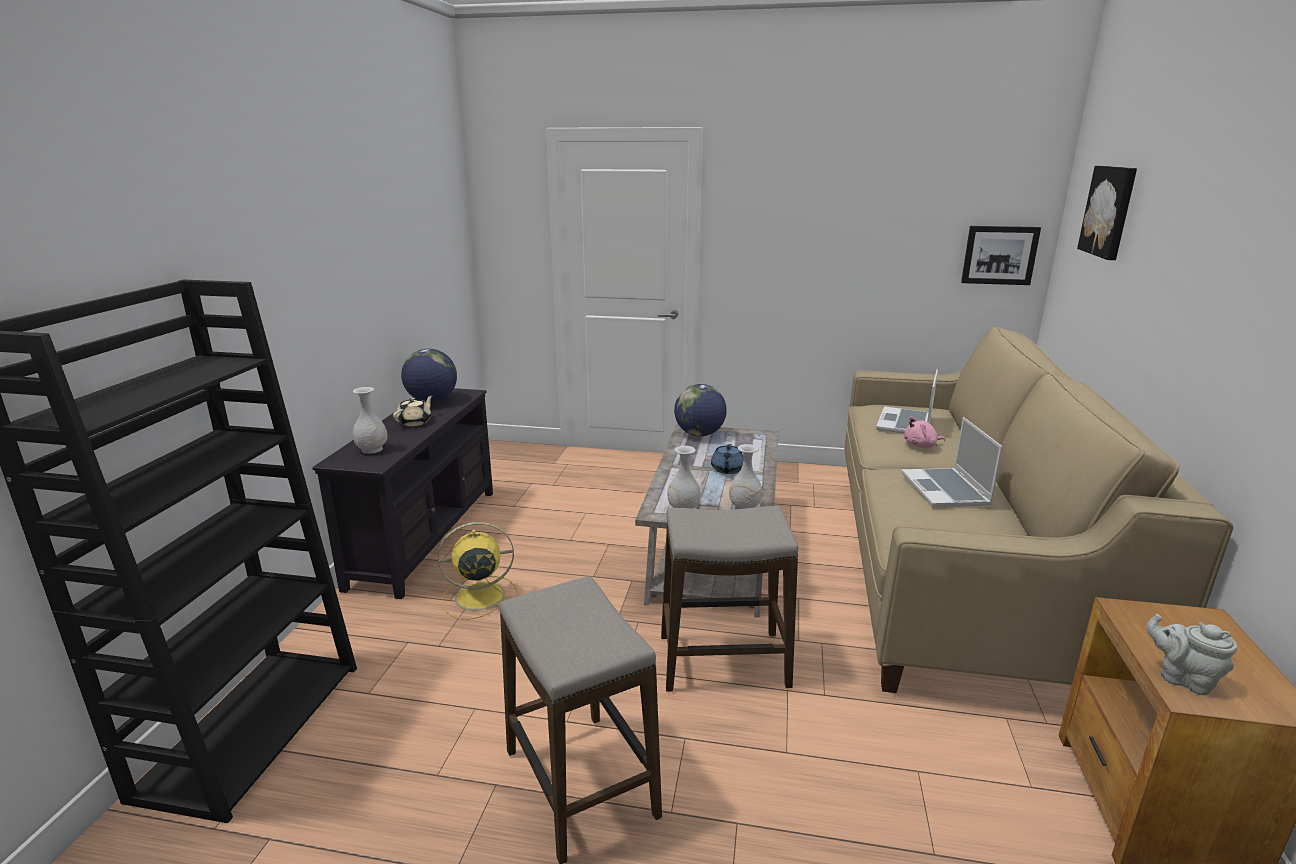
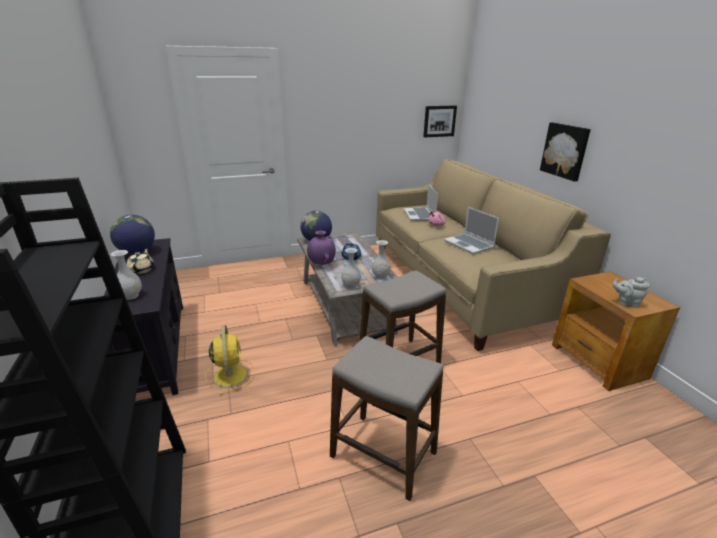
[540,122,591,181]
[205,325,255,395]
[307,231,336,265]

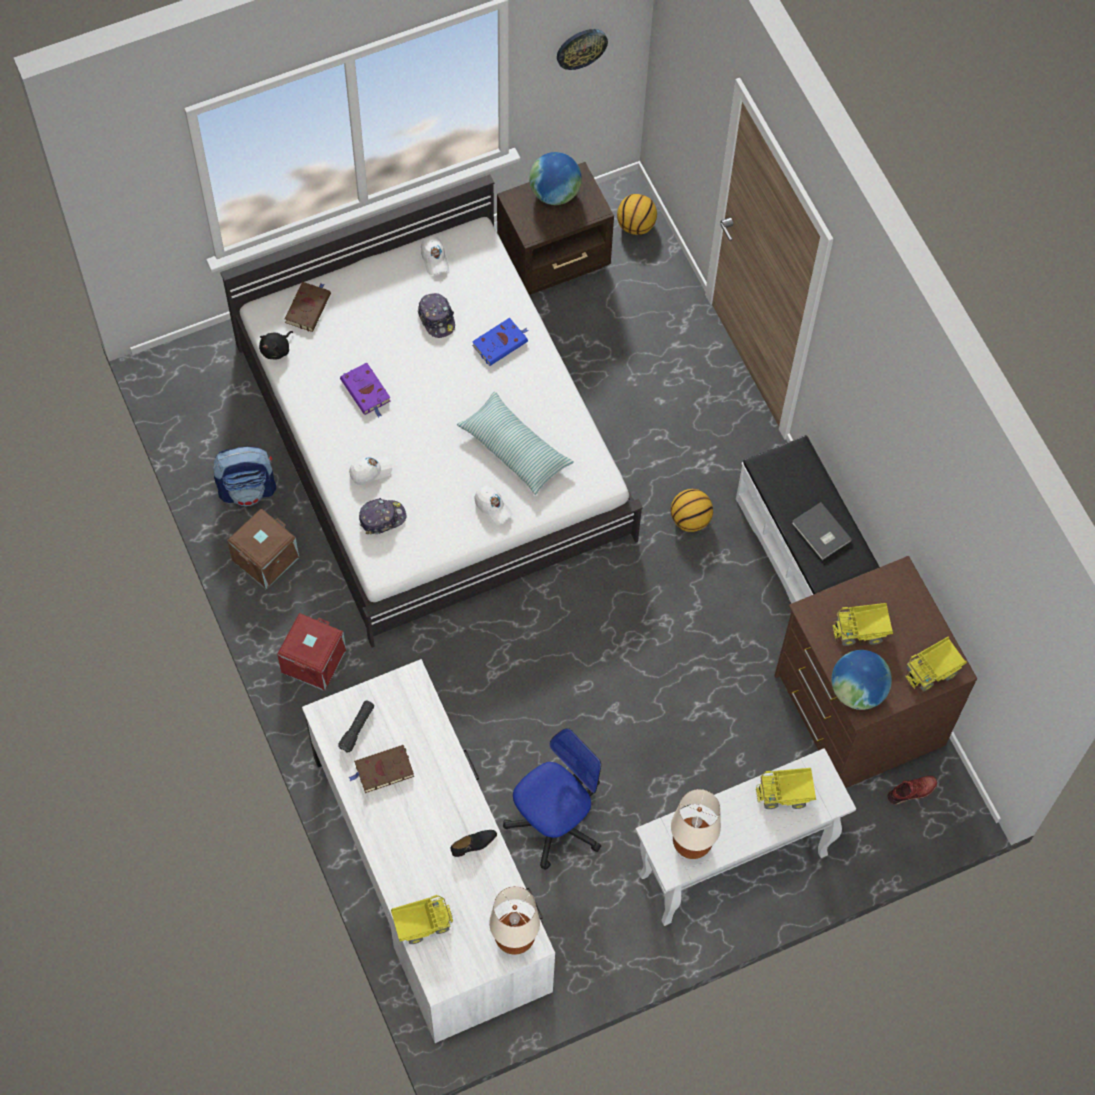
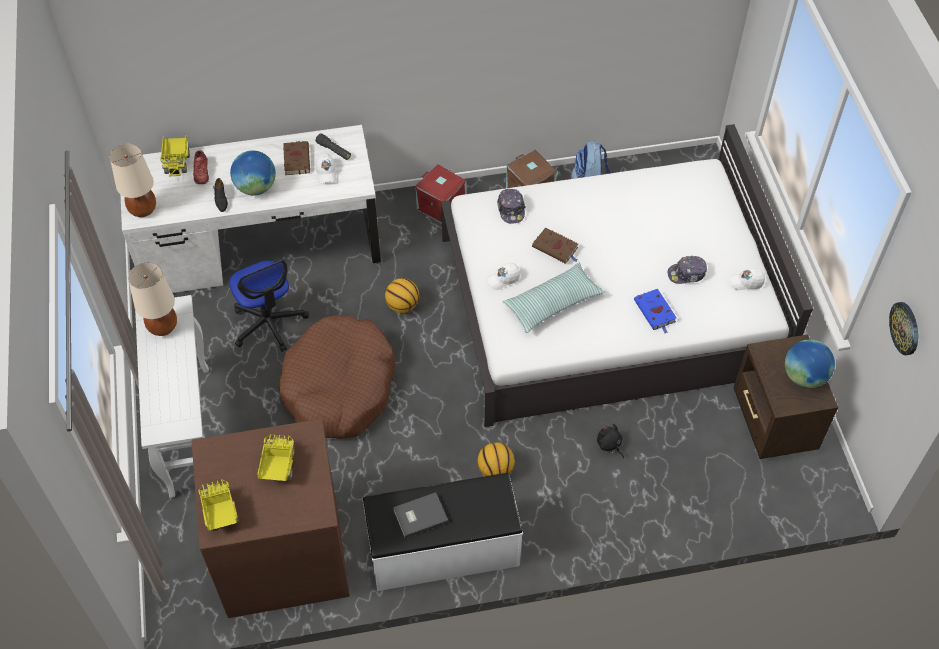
[385,278,419,313]
[532,227,578,264]
[597,423,624,458]
[340,363,391,418] (first image)
[315,154,337,184]
[230,150,276,195]
[756,768,816,809] (first image)
[193,150,209,184]
[279,315,396,439]

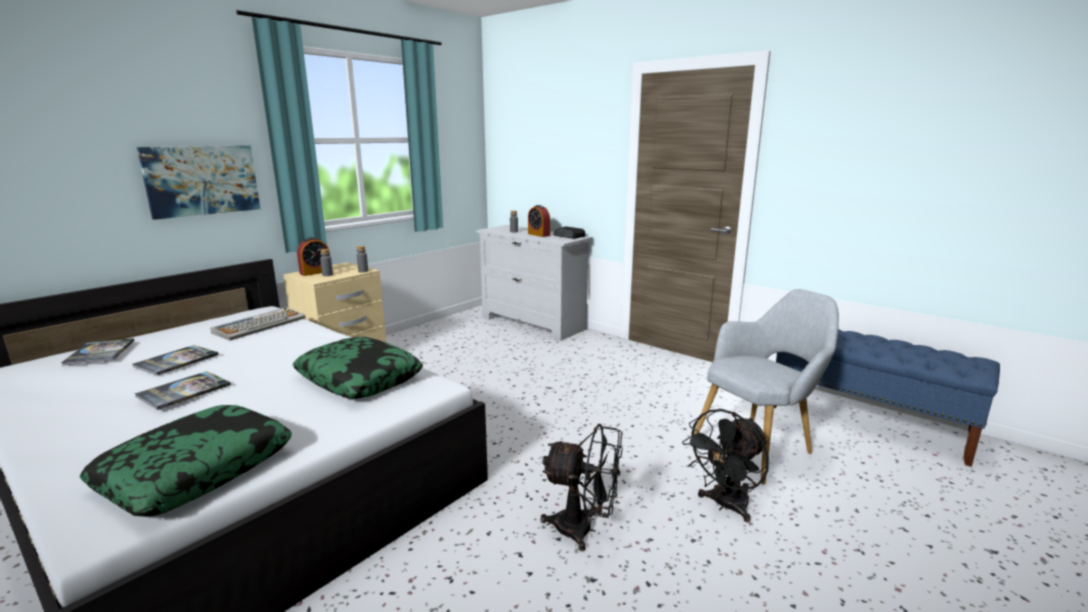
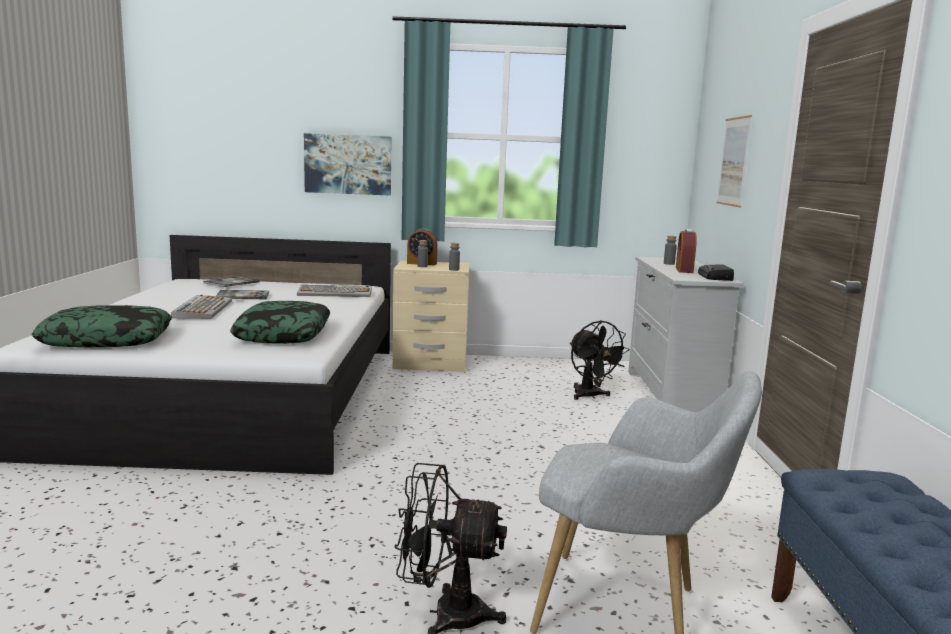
[171,295,232,319]
[570,320,630,400]
[716,115,752,207]

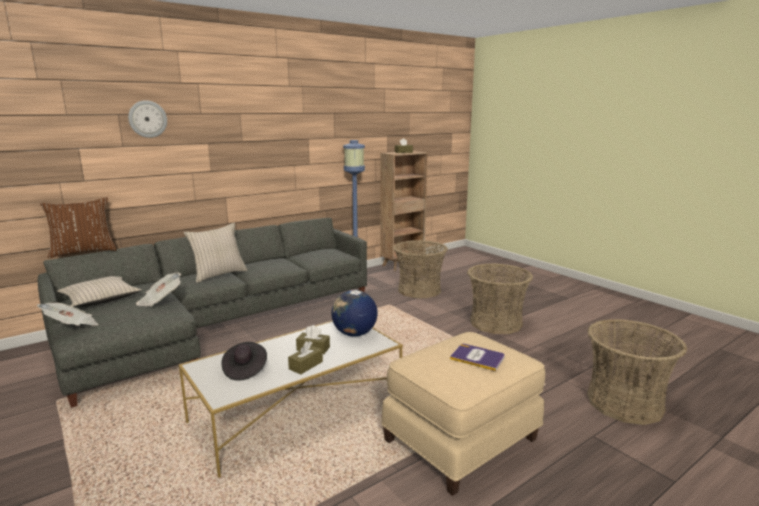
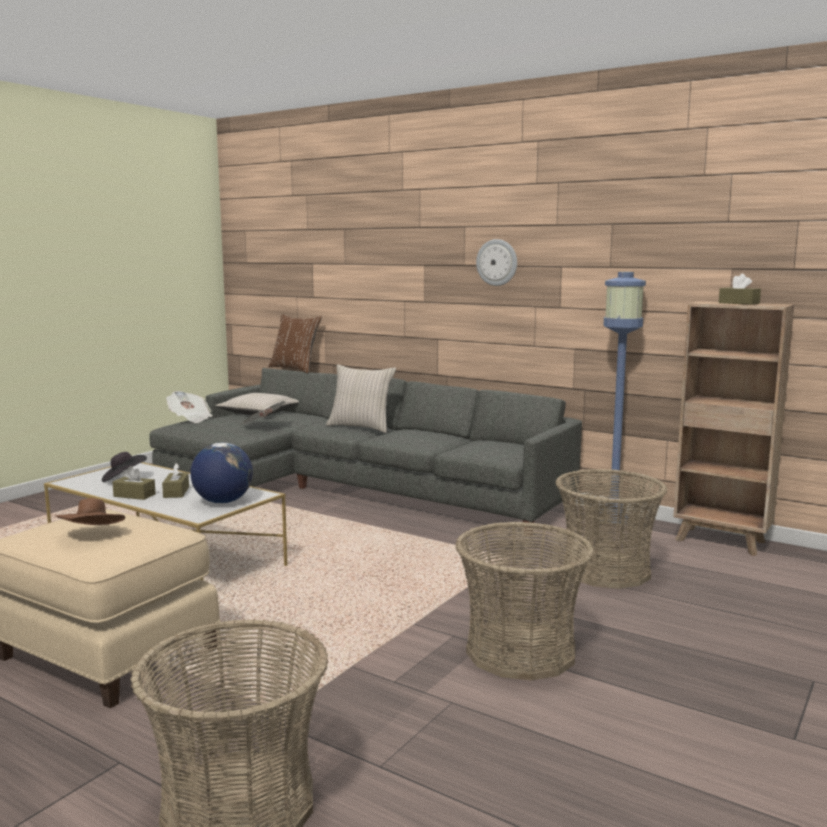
[476,239,517,286]
[55,498,125,525]

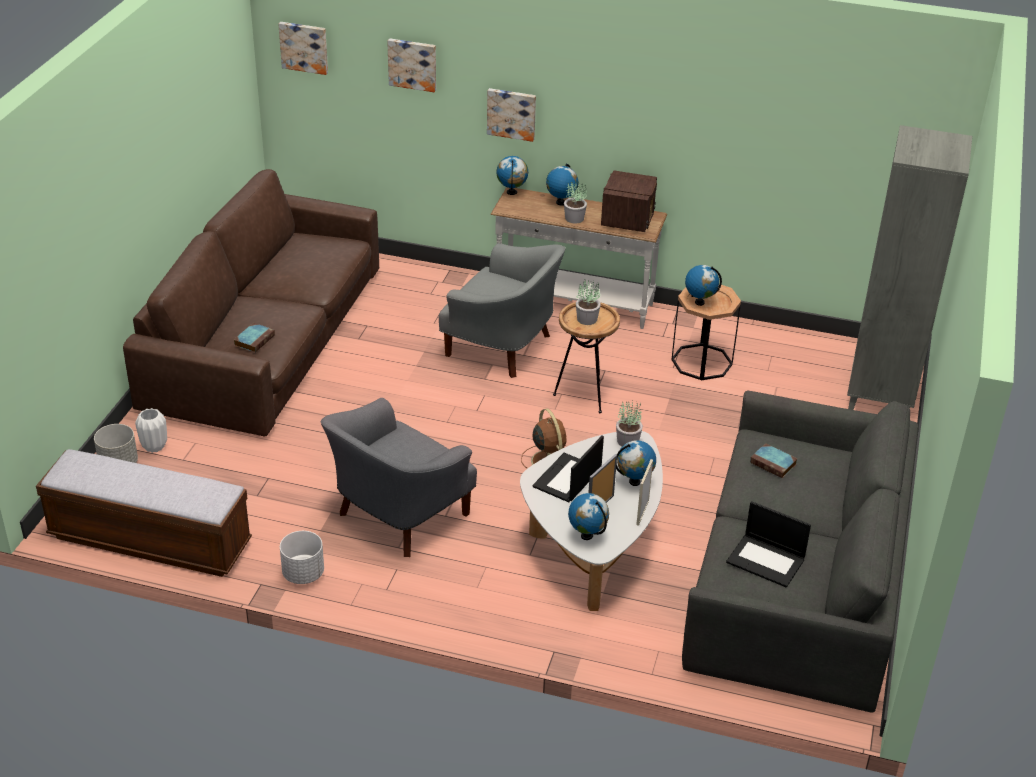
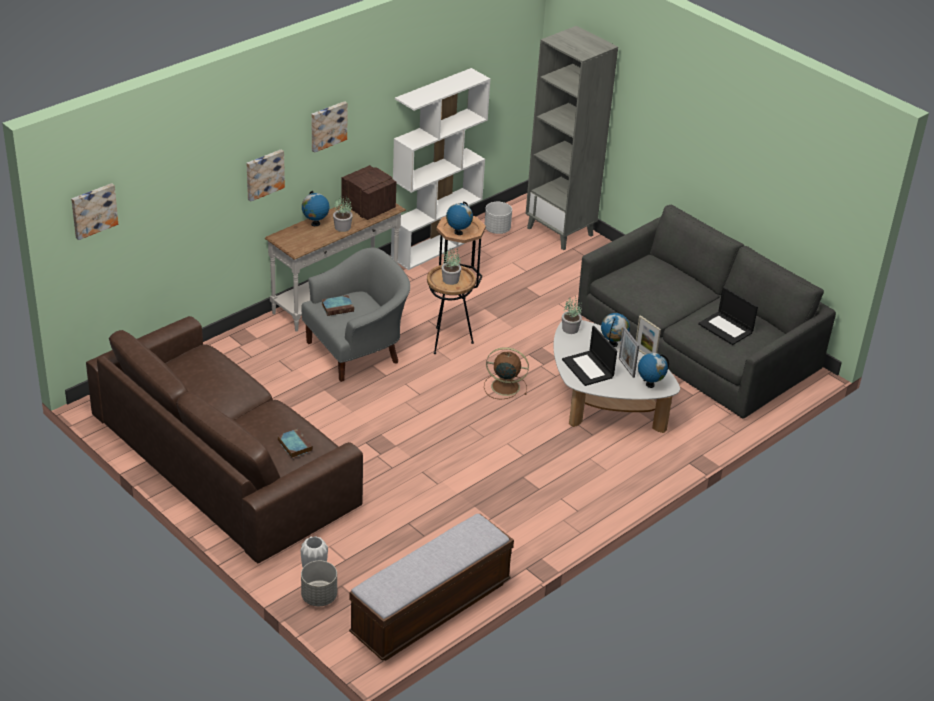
[311,101,348,153]
[496,156,528,195] (first image)
[321,398,477,557] (first image)
[322,295,354,316]
[698,287,758,345]
[485,202,512,234]
[391,68,491,270]

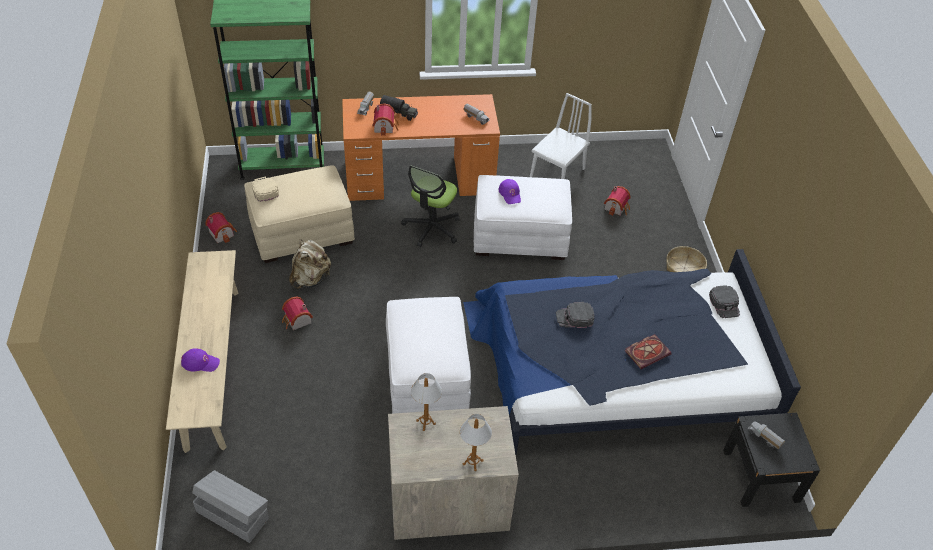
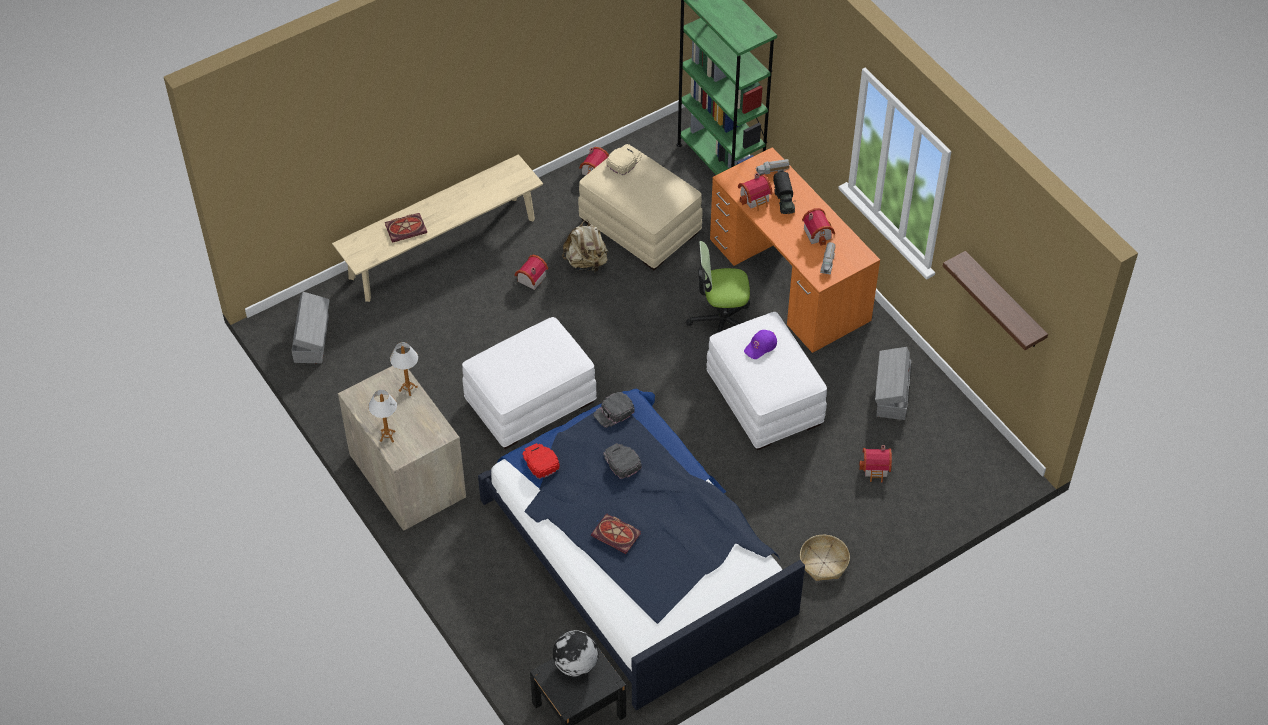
[875,347,911,420]
[593,392,635,428]
[385,213,427,243]
[553,630,599,677]
[802,208,835,246]
[943,251,1048,350]
[522,443,560,479]

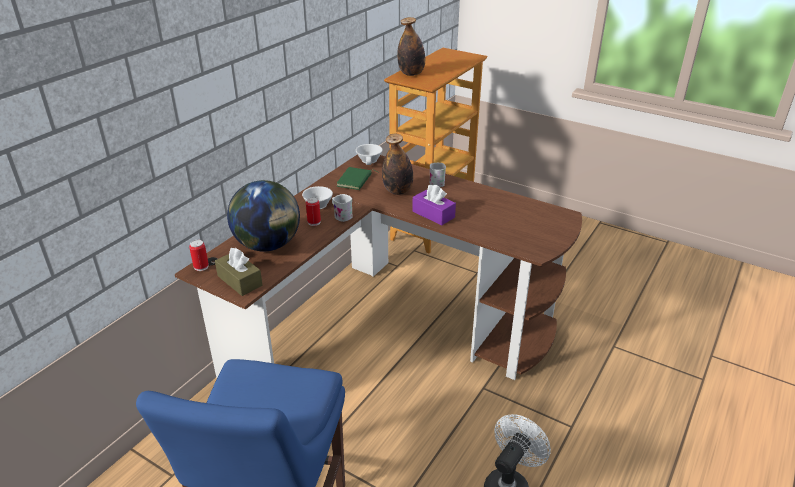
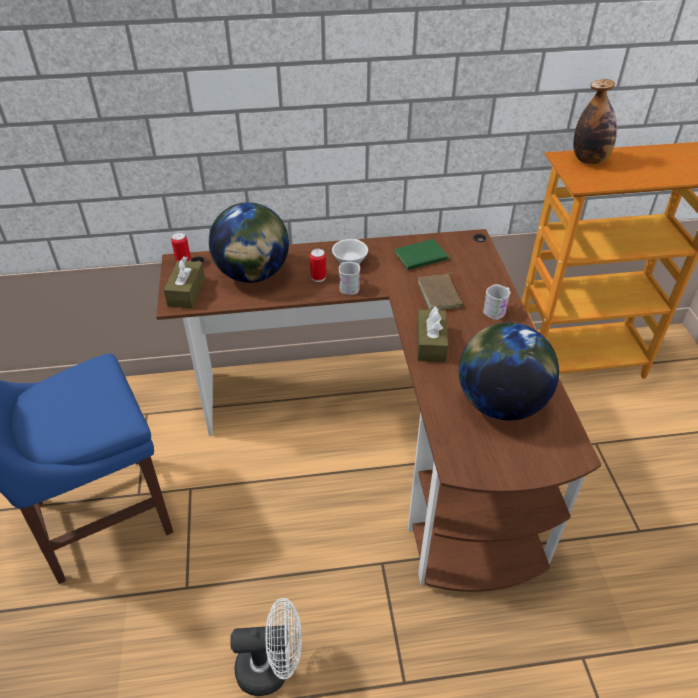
[418,272,463,310]
[356,144,383,165] (first image)
[417,306,448,362]
[459,323,559,420]

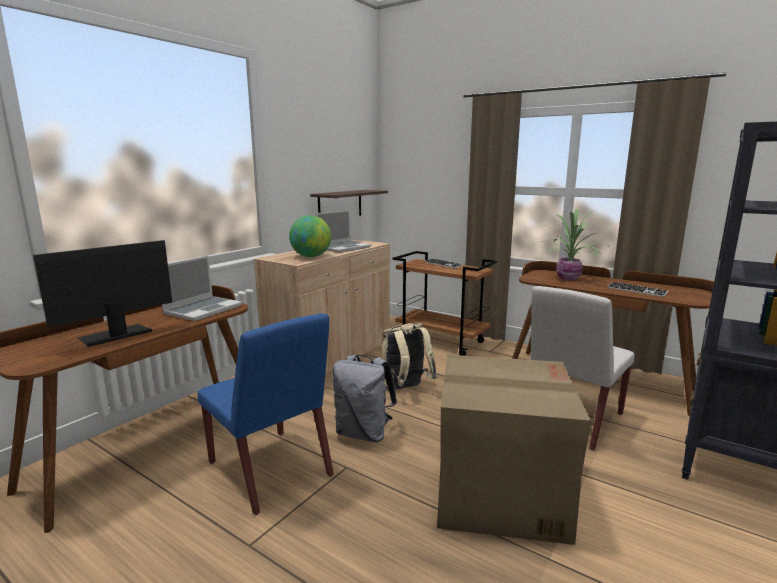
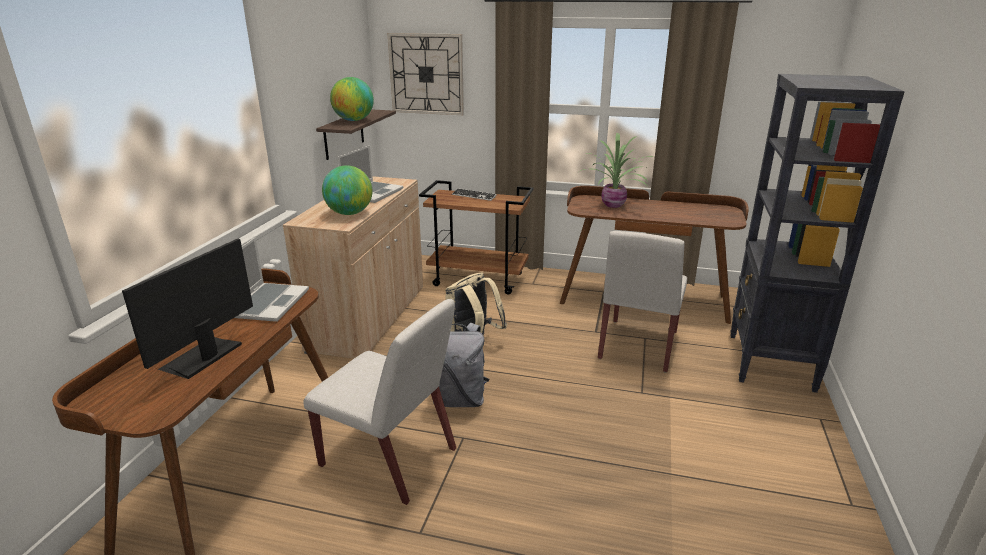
[607,282,668,297] (first image)
[304,299,456,505]
[437,355,591,545] (first image)
[387,33,464,115]
[330,77,374,121]

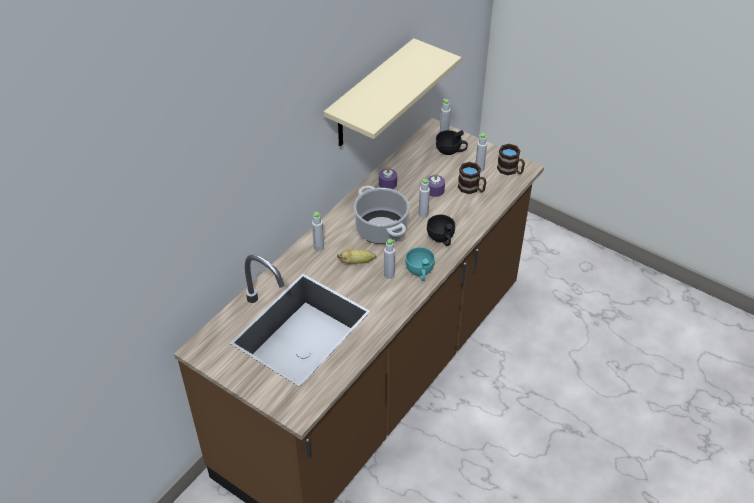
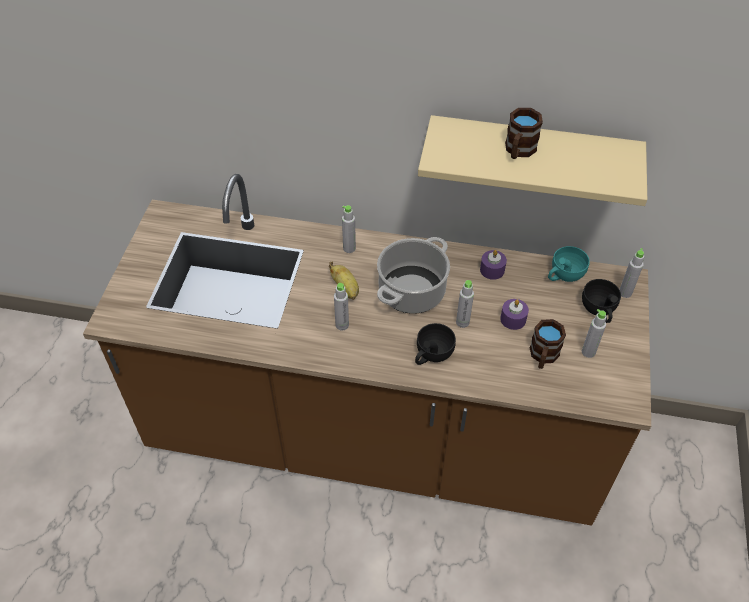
[505,108,543,159]
[548,246,590,282]

